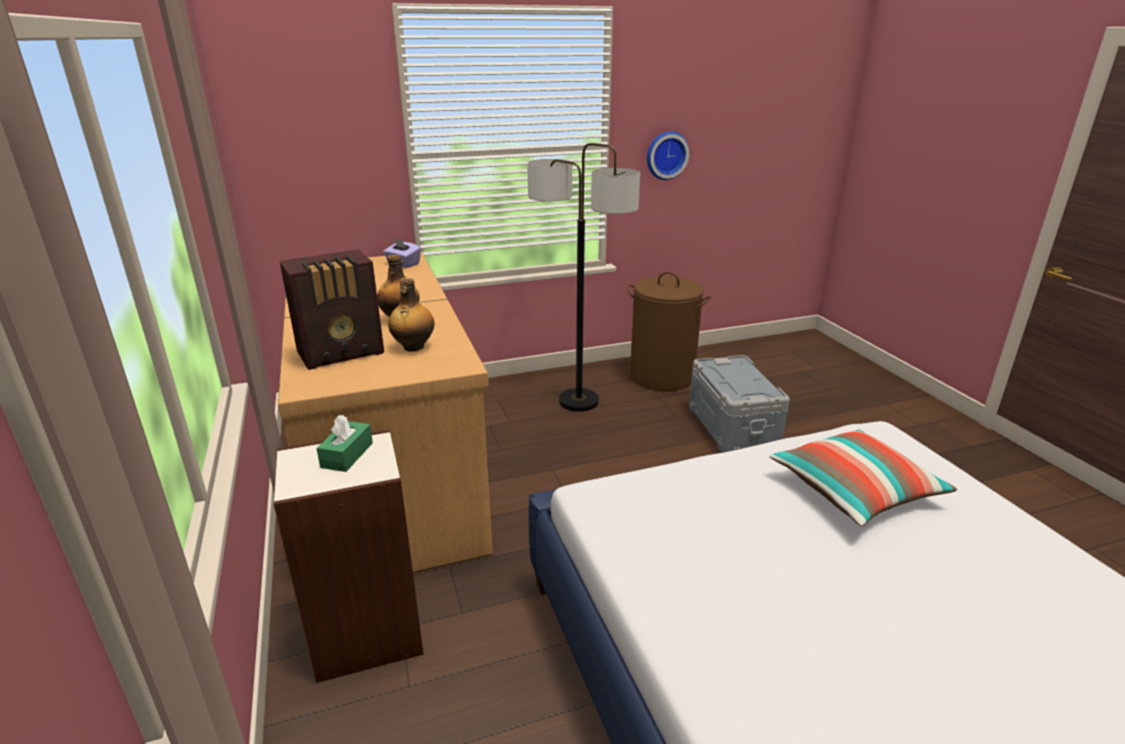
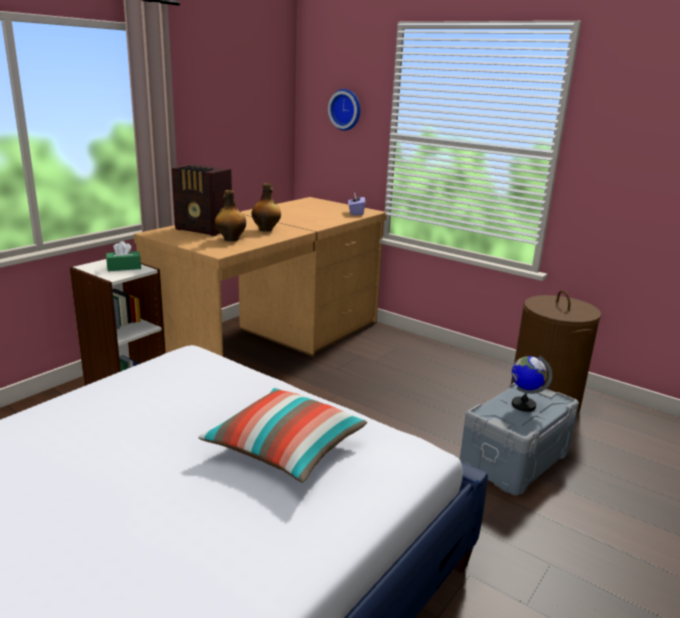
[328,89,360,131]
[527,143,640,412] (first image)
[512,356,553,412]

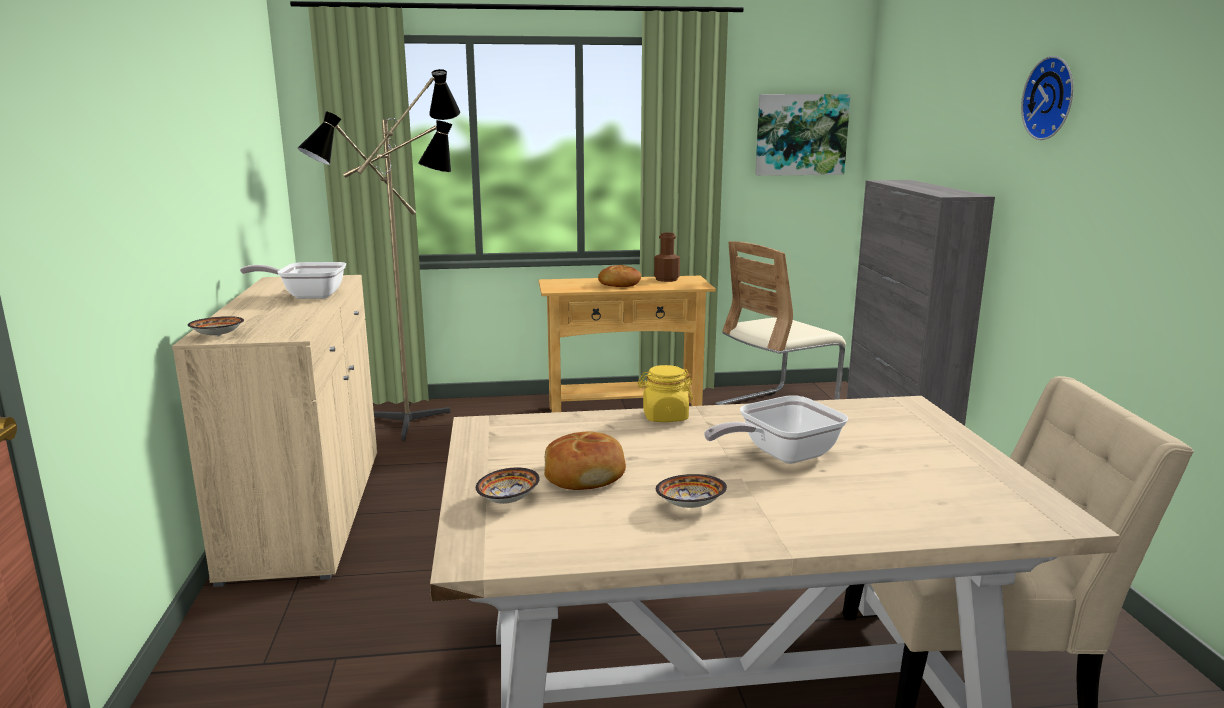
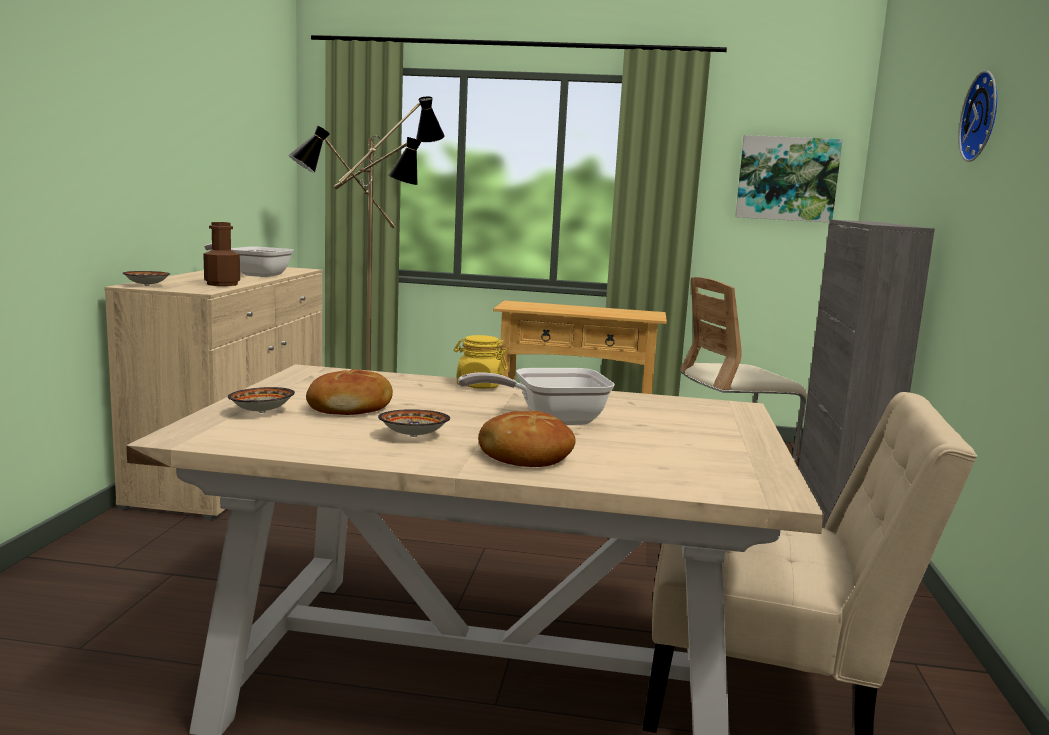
[203,222,240,286]
[478,411,576,467]

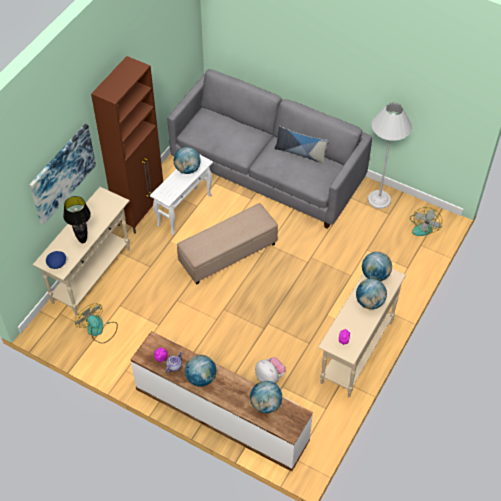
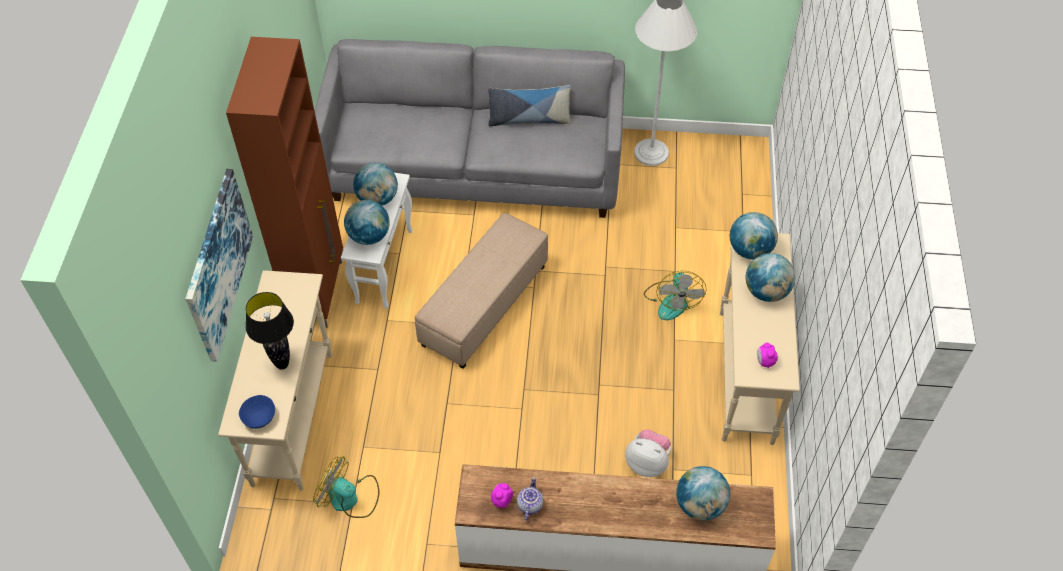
[644,271,706,320]
[344,200,390,245]

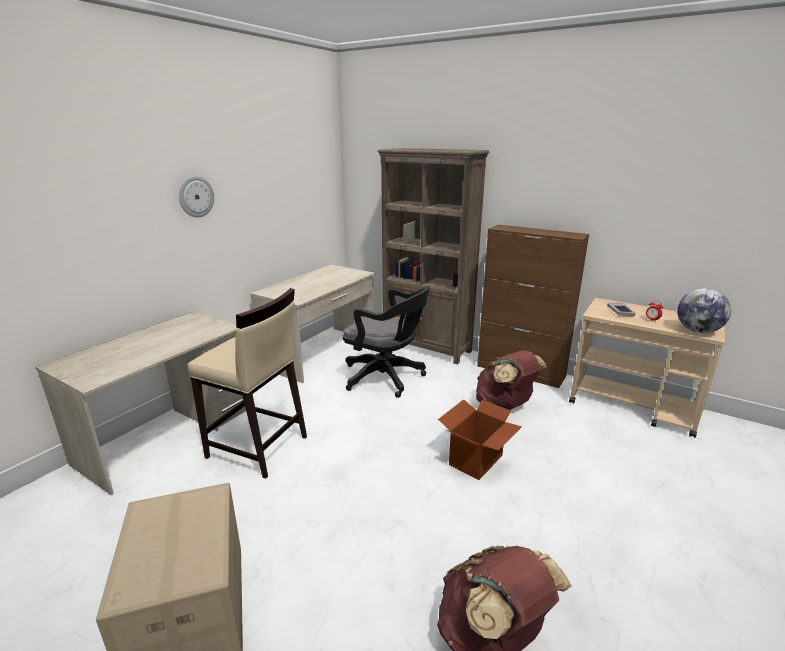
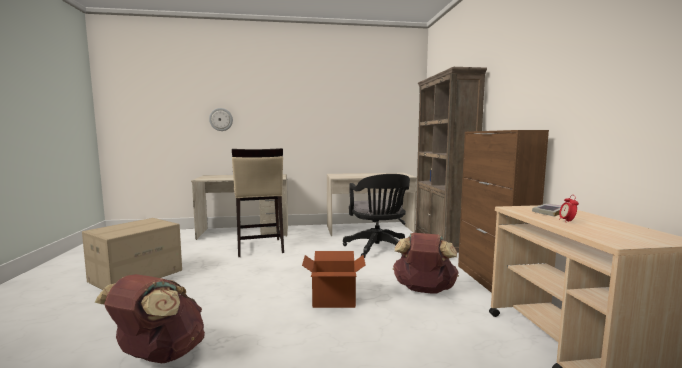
[209,108,233,131]
[677,288,731,333] (first image)

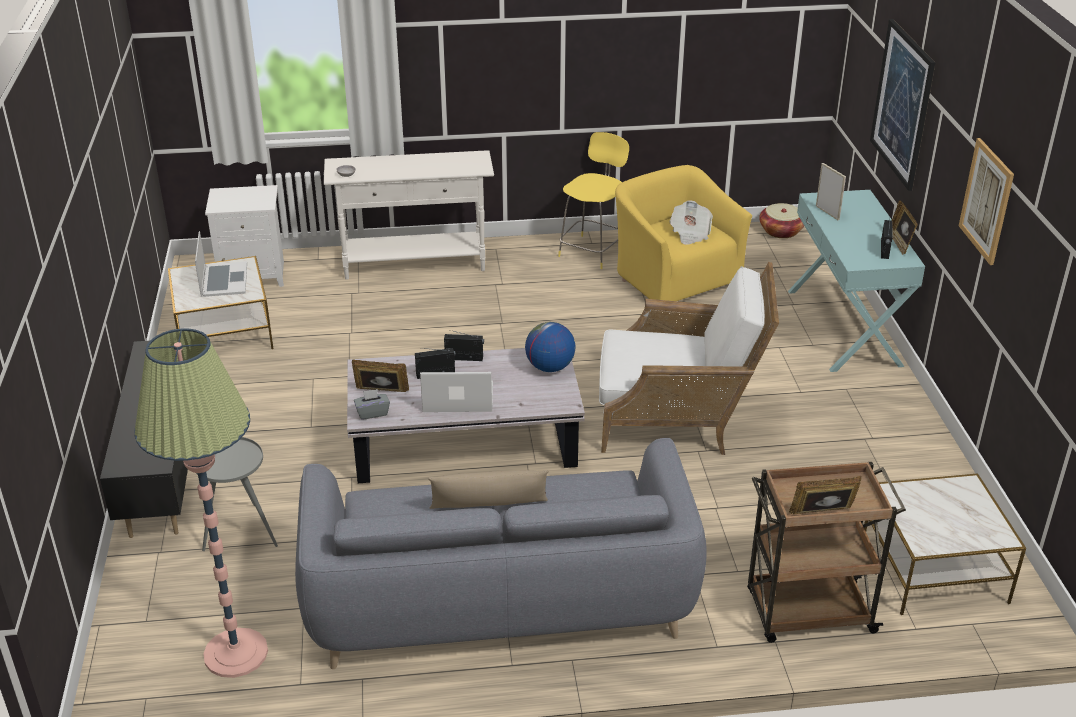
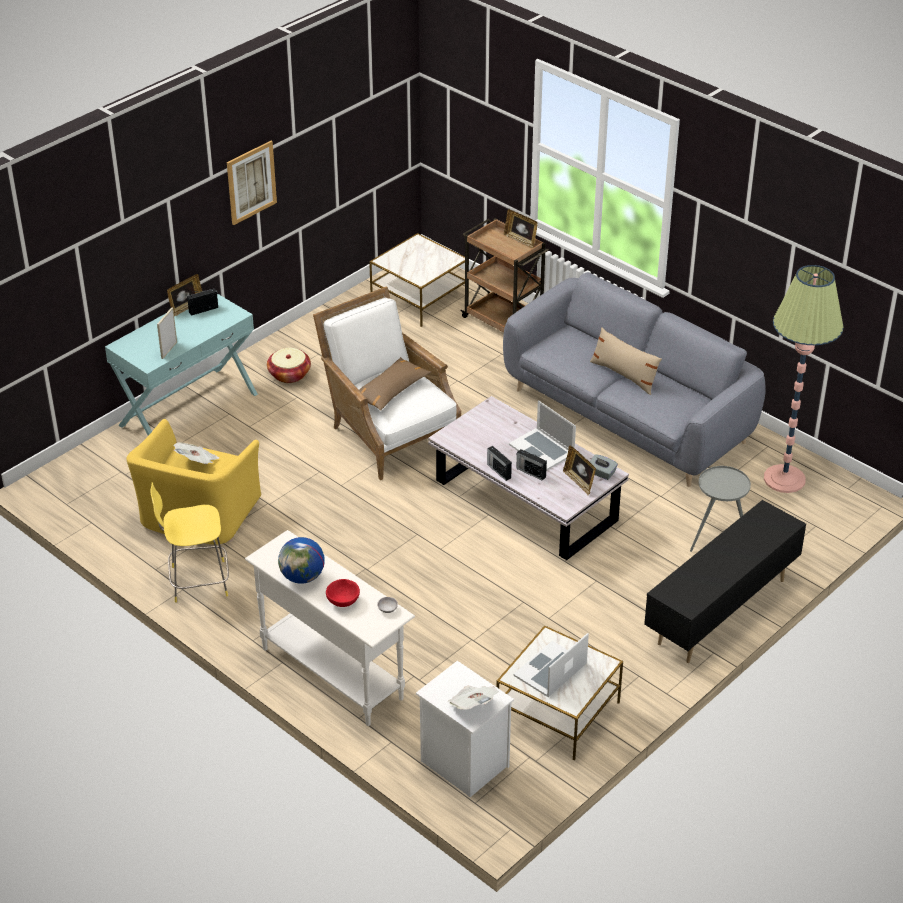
[870,19,936,191] (first image)
[267,348,311,383]
[278,537,325,584]
[359,357,431,411]
[326,579,360,607]
[448,685,499,710]

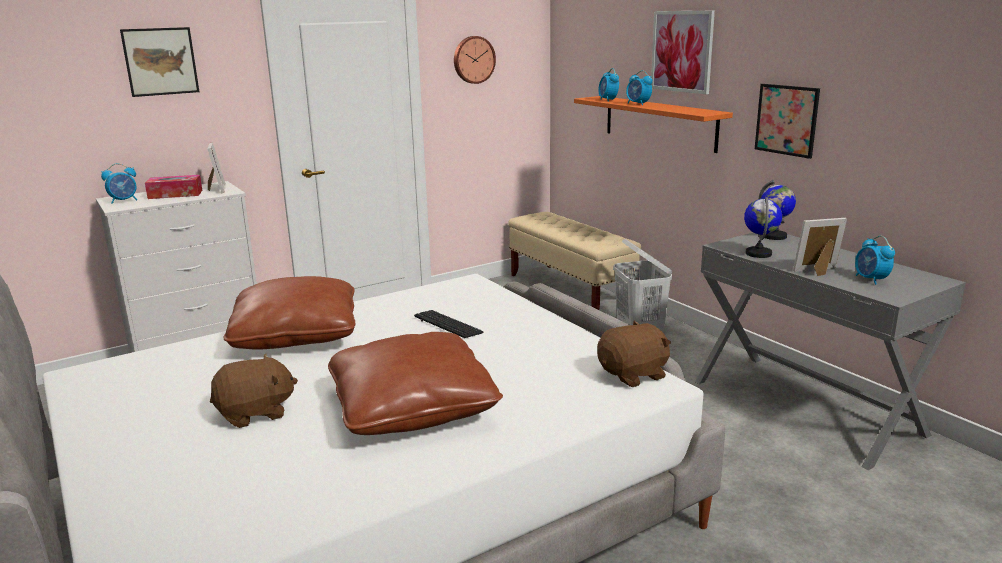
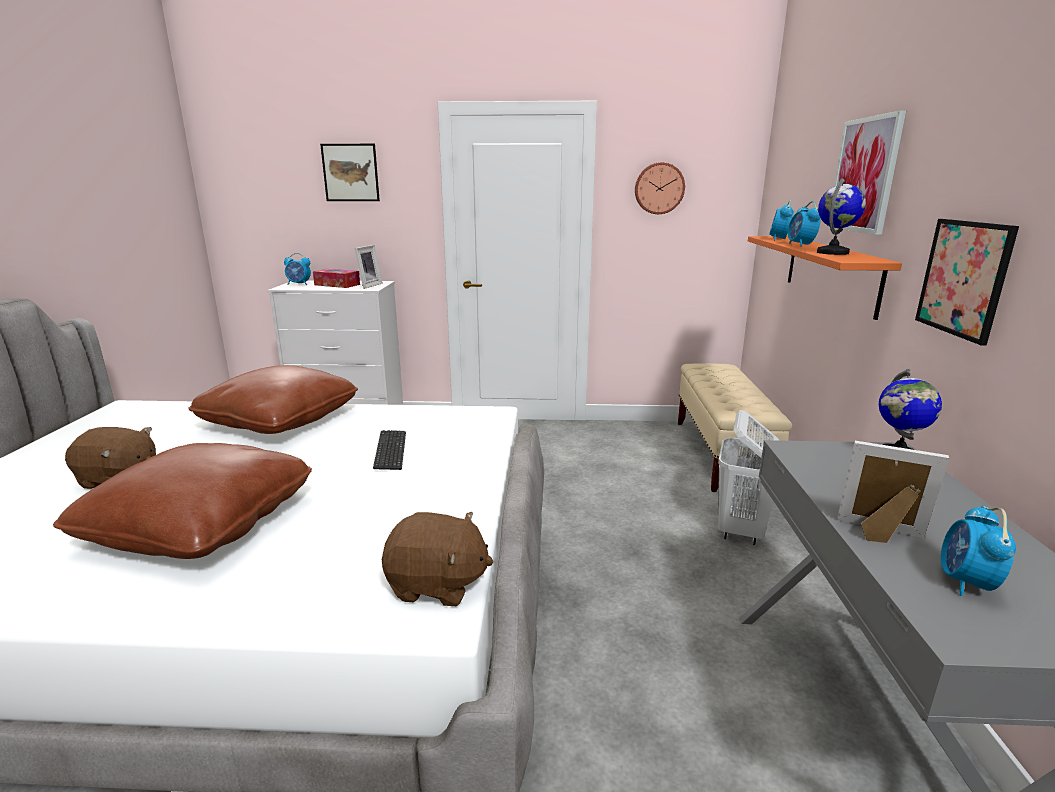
[817,178,866,255]

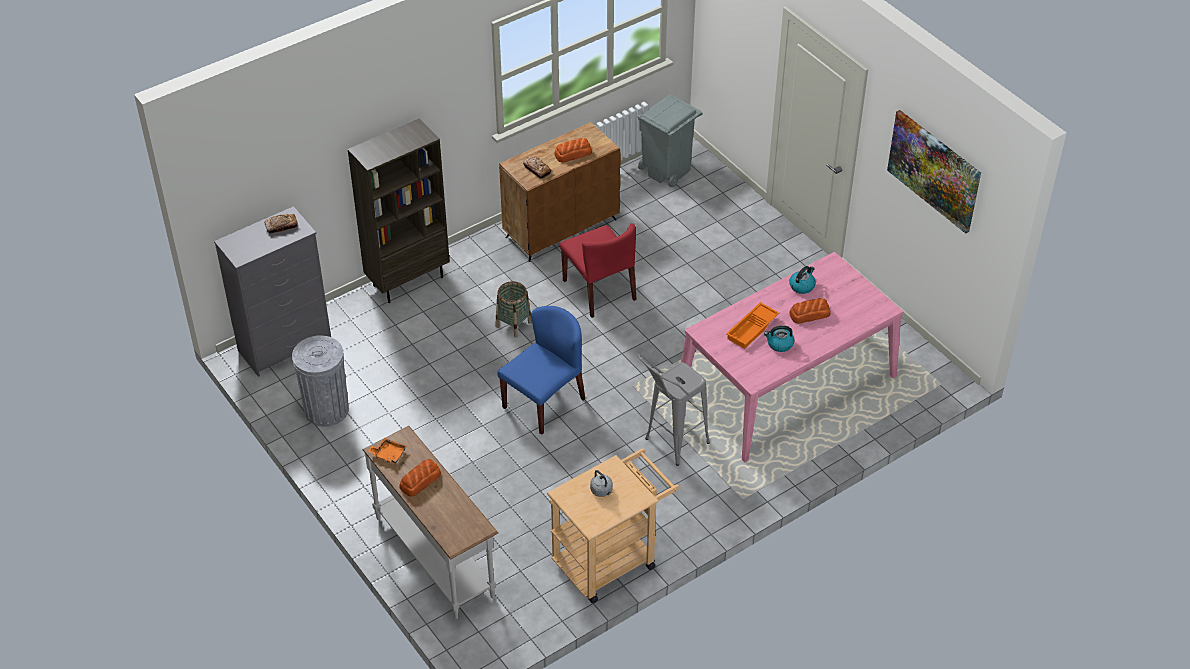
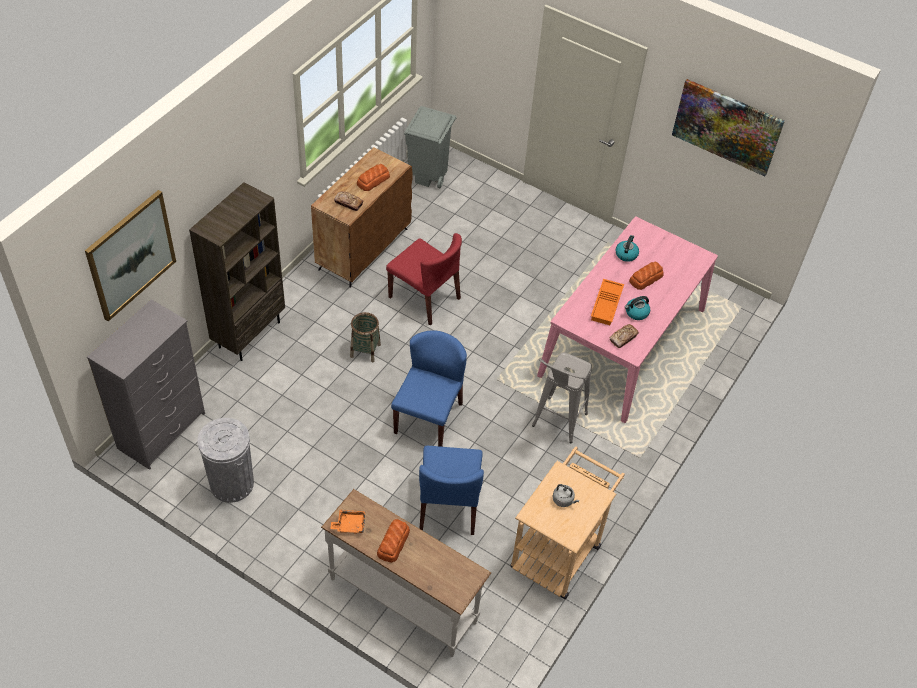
[610,324,639,348]
[85,190,176,322]
[419,446,484,535]

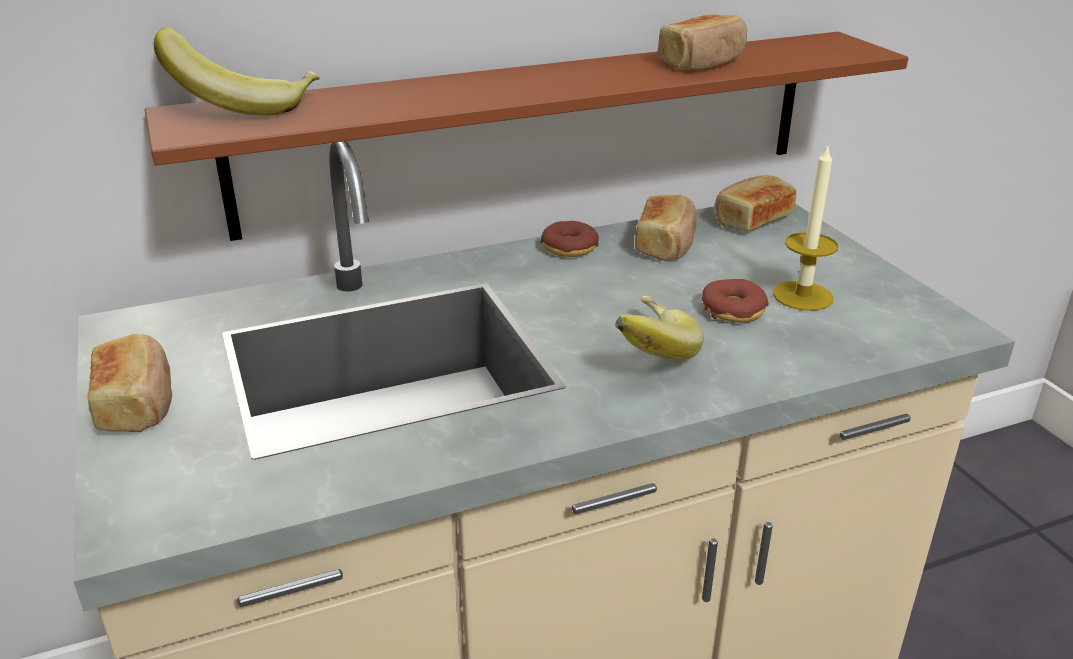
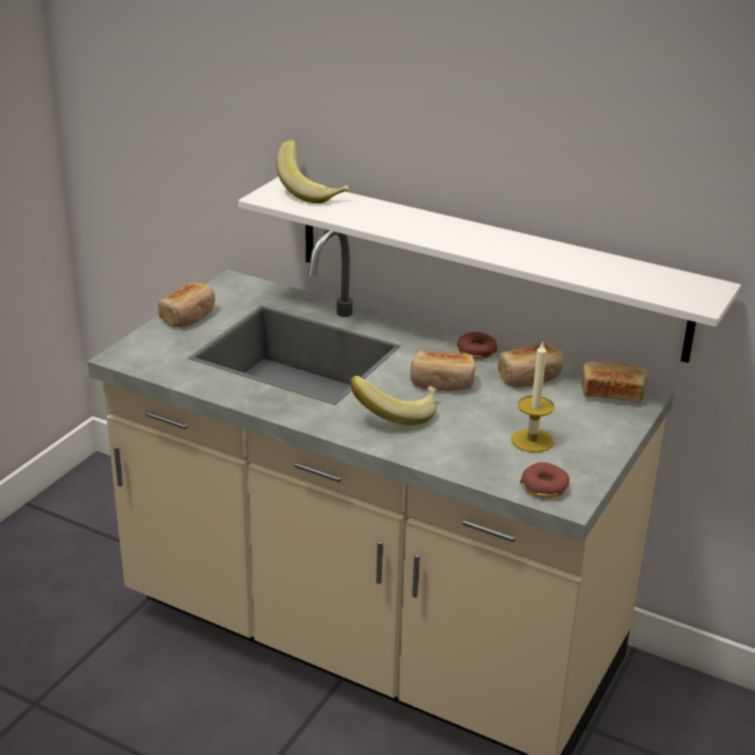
[410,351,475,391]
[238,177,741,363]
[520,462,569,499]

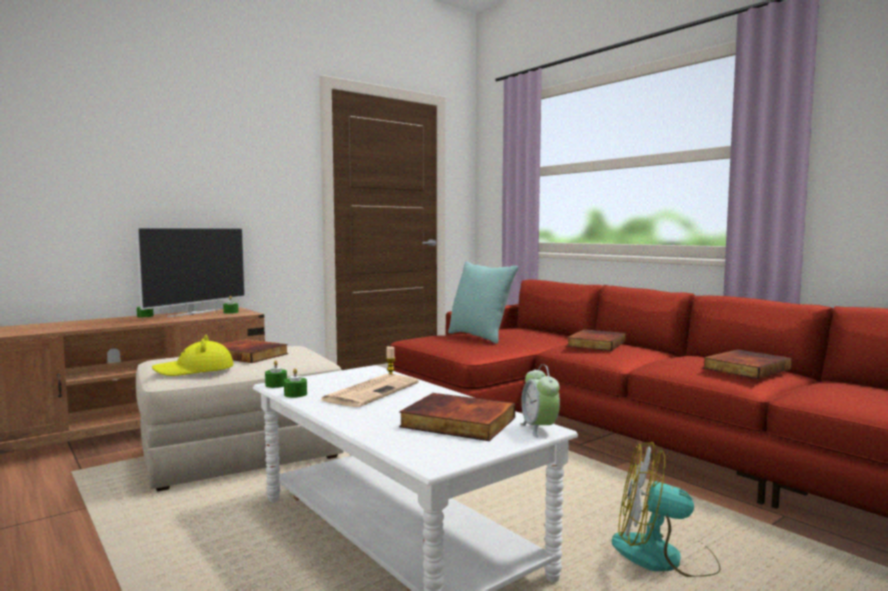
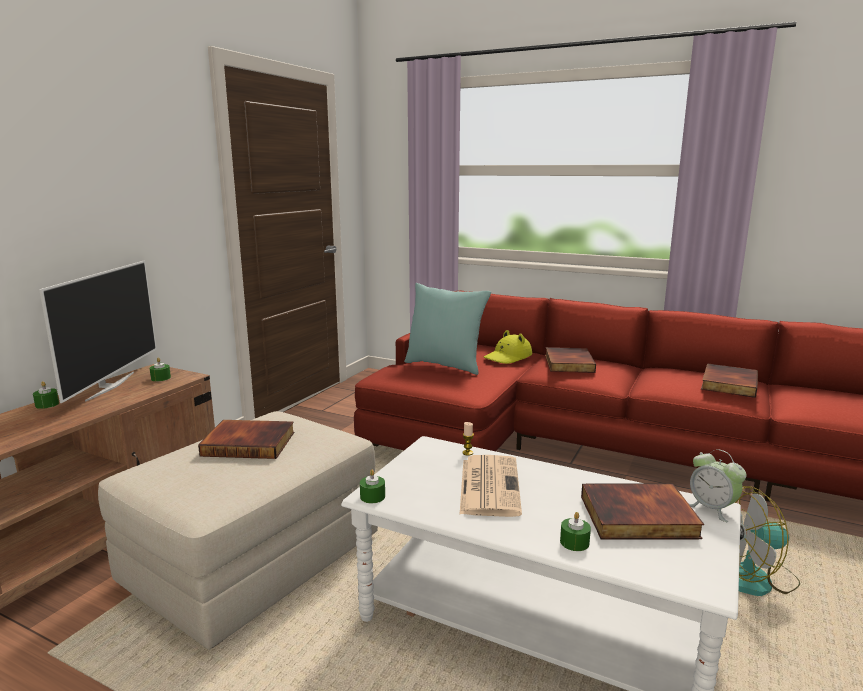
[484,330,532,364]
[560,512,591,551]

